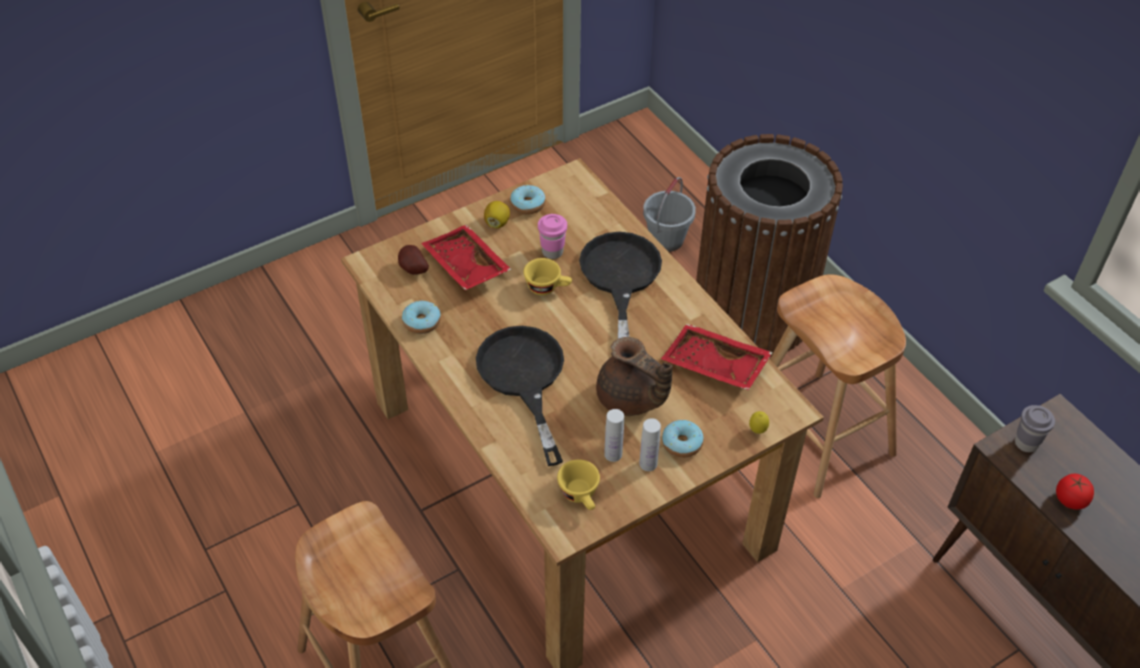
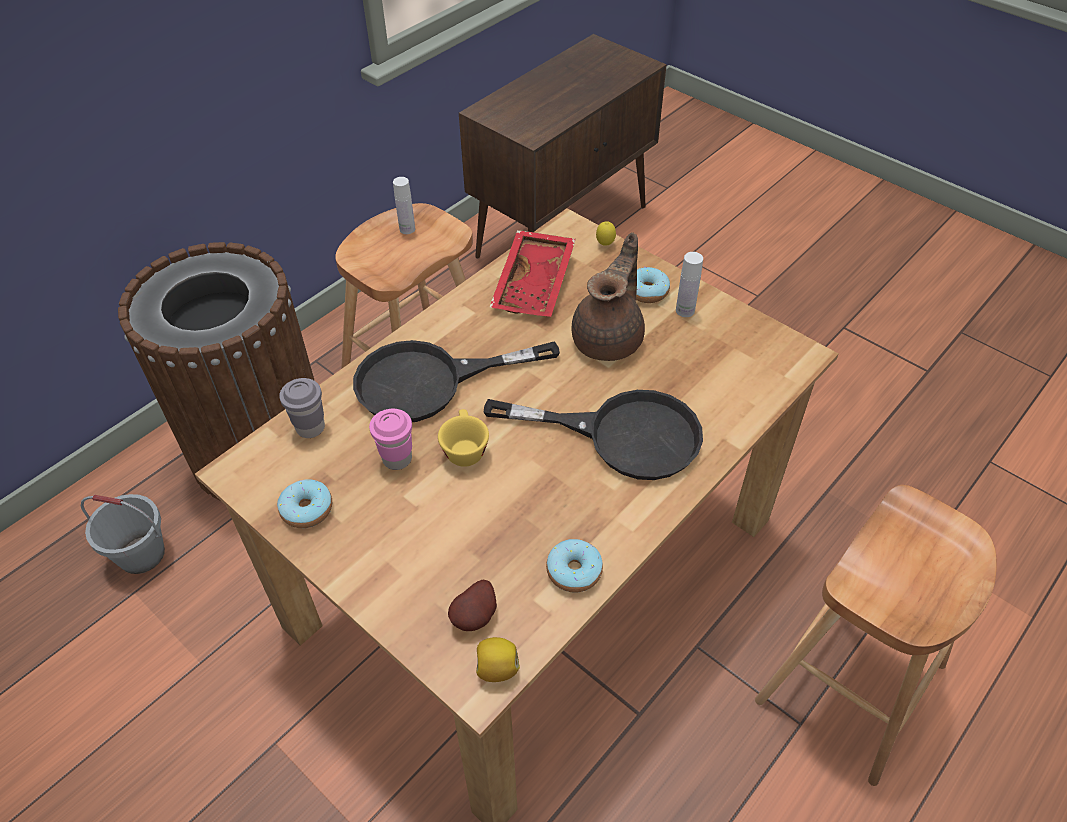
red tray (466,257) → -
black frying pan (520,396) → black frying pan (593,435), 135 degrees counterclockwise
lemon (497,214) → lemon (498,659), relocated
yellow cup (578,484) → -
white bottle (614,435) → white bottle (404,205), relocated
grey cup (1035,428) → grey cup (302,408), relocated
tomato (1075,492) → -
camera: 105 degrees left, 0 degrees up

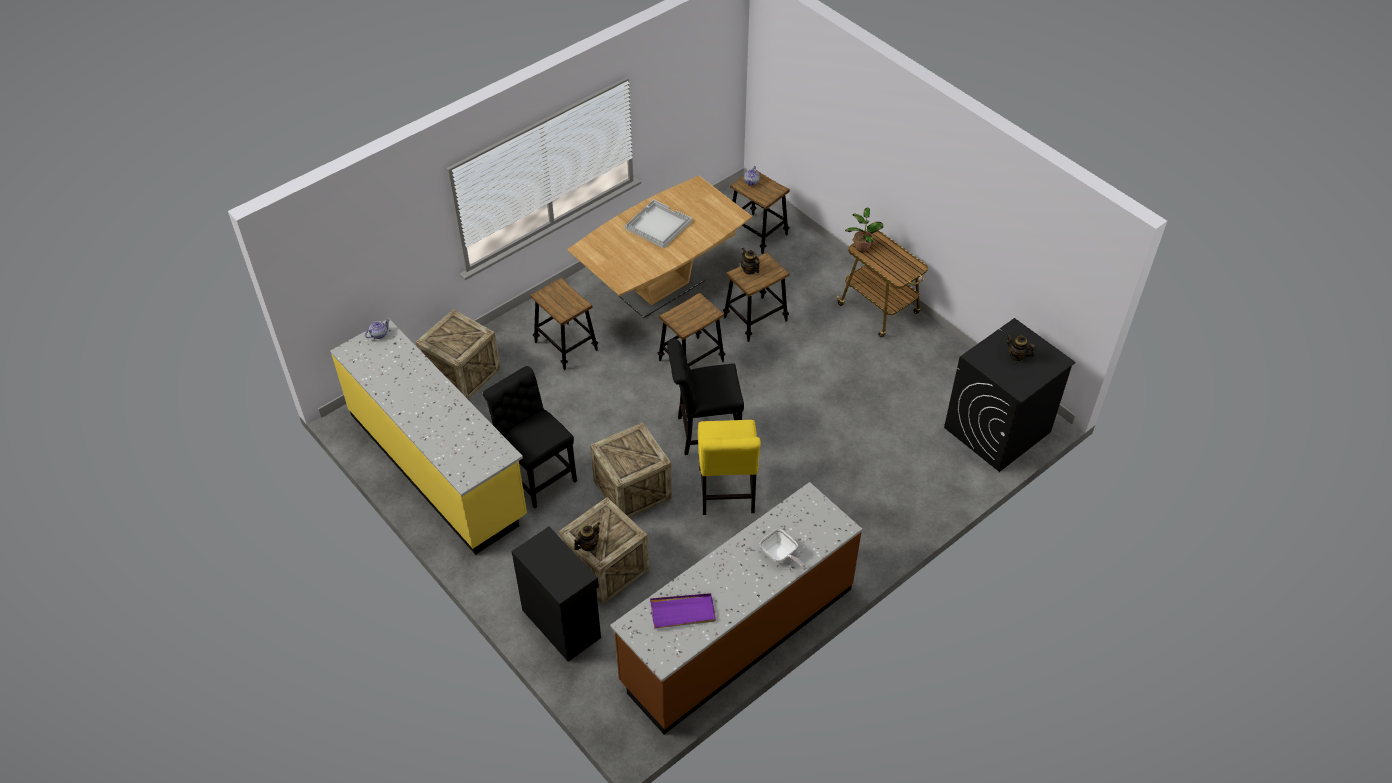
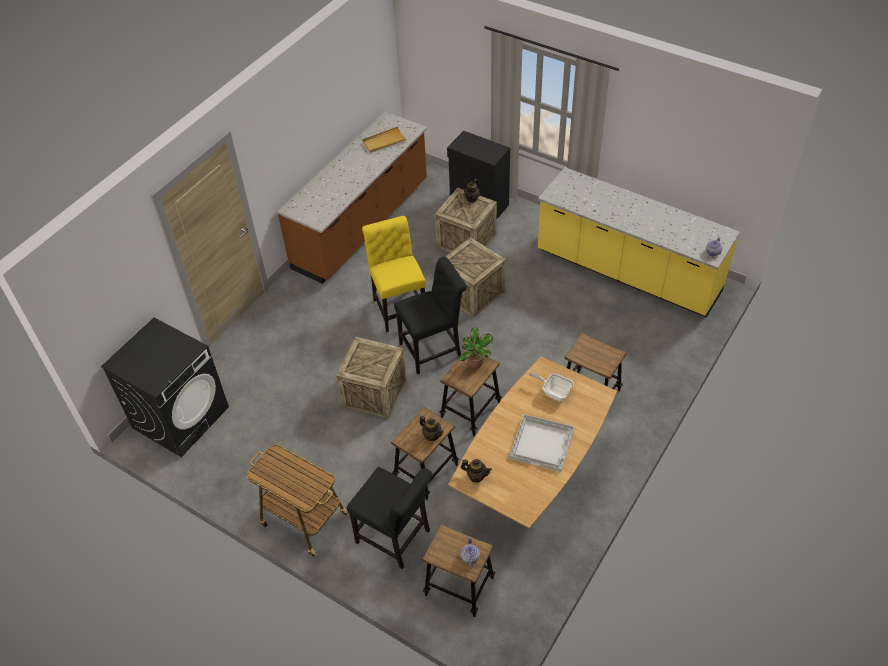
crate (458,354) → crate (371,378), relocated
black chair (530,437) → black chair (390,518), relocated
purple tray (683,611) → beige tray (384,140)
frying pan (783,549) → frying pan (551,387), relocated
potted plant (864,229) → potted plant (476,348), relocated
teapot (1020,348) → teapot (476,471), relocated
camera: 165 degrees right, 0 degrees up

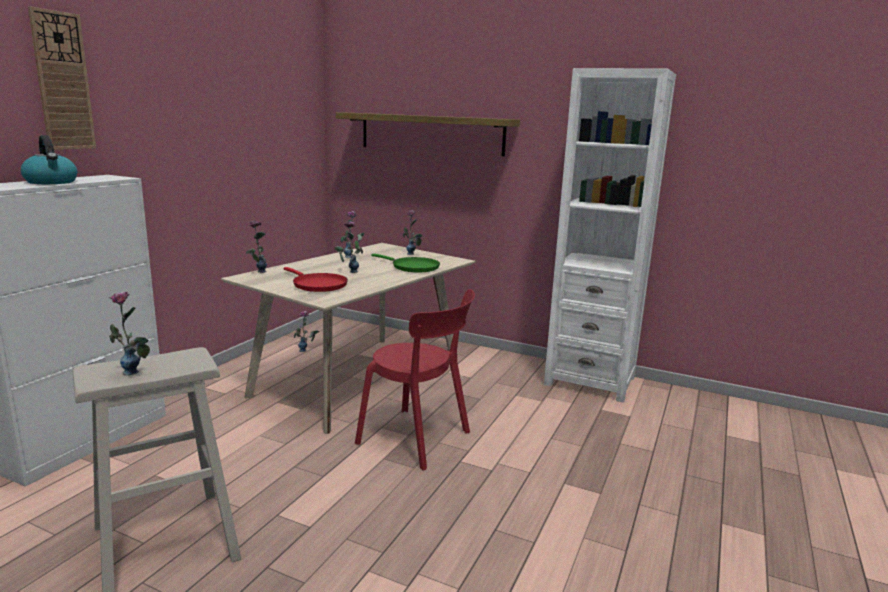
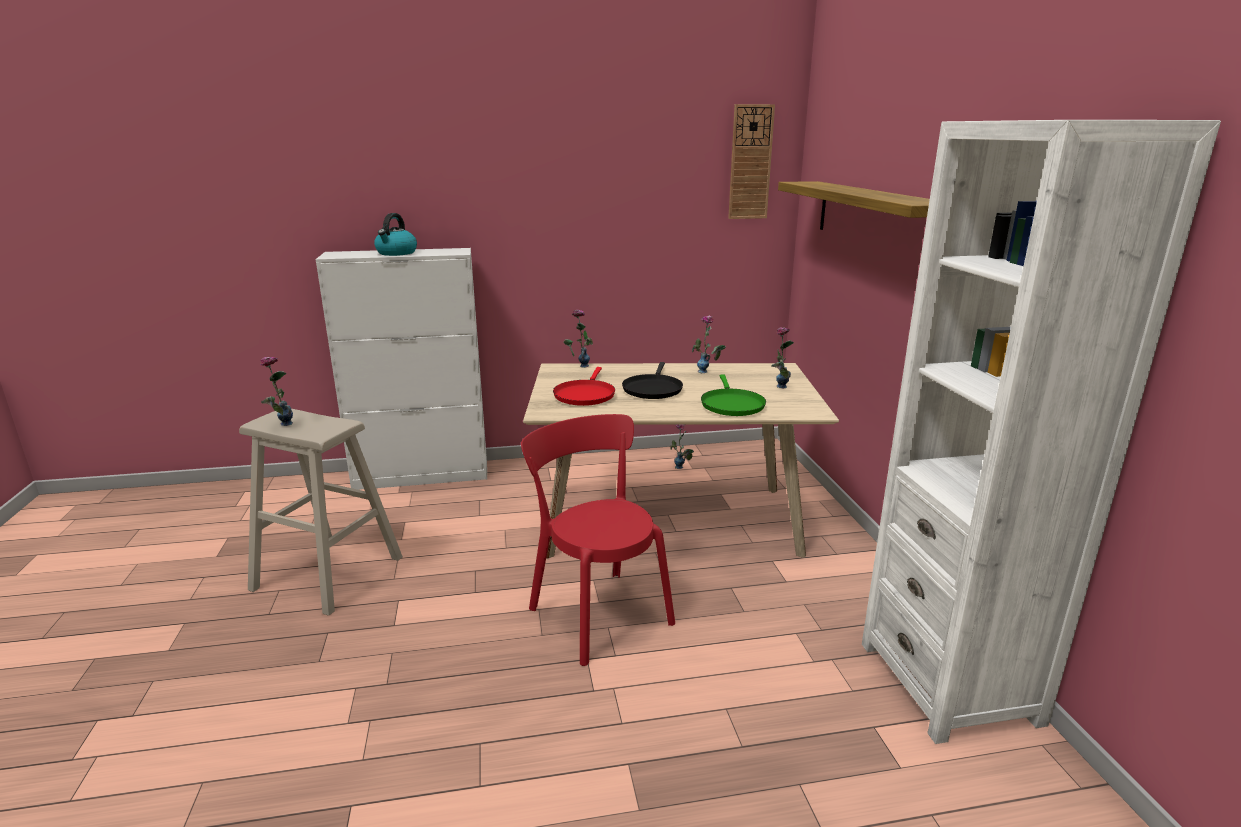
wall clock (62,78) → wall clock (751,161), relocated
vase (348,247) → black frying pan (652,380)
red chair (415,380) → red chair (598,540), 150 degrees clockwise
camera: 55 degrees right, 5 degrees up

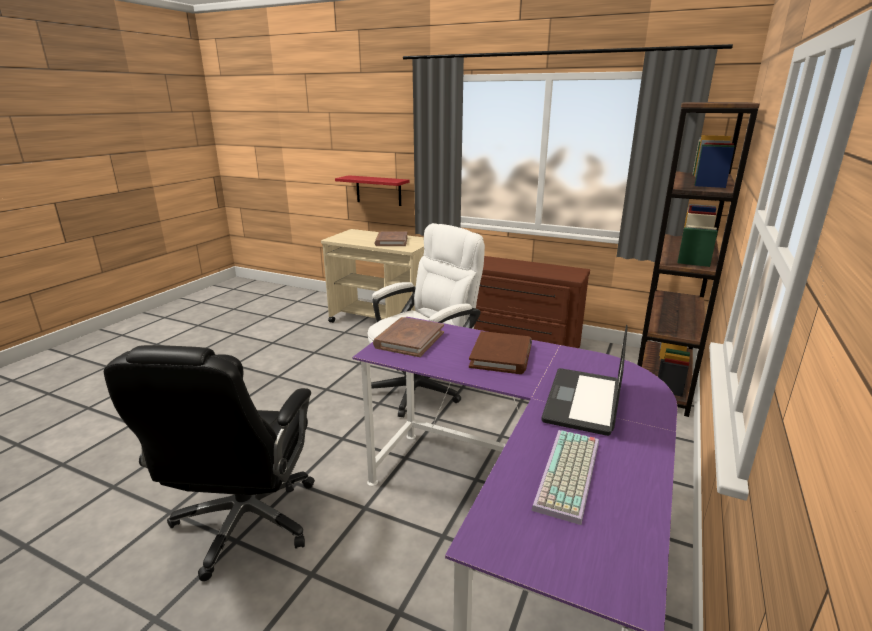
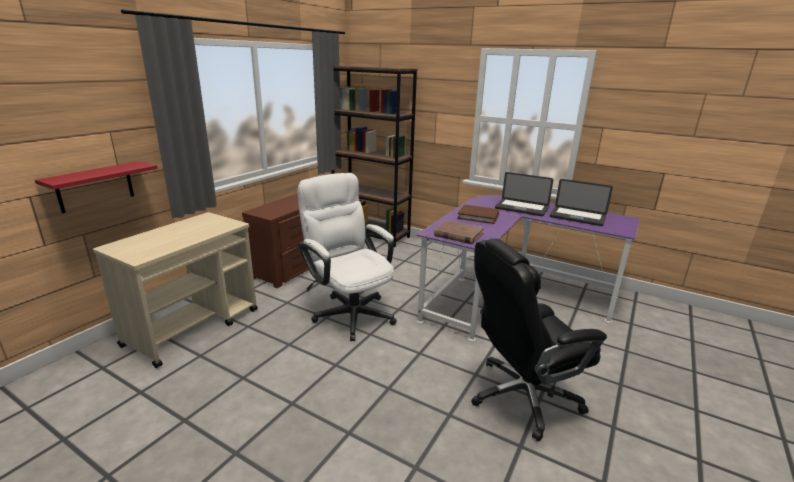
black office chair (209,463) → black office chair (539,339), 150 degrees clockwise
brown book (391,239) → -
keyboard (565,477) → laptop (581,202)
camera: 85 degrees left, 0 degrees up

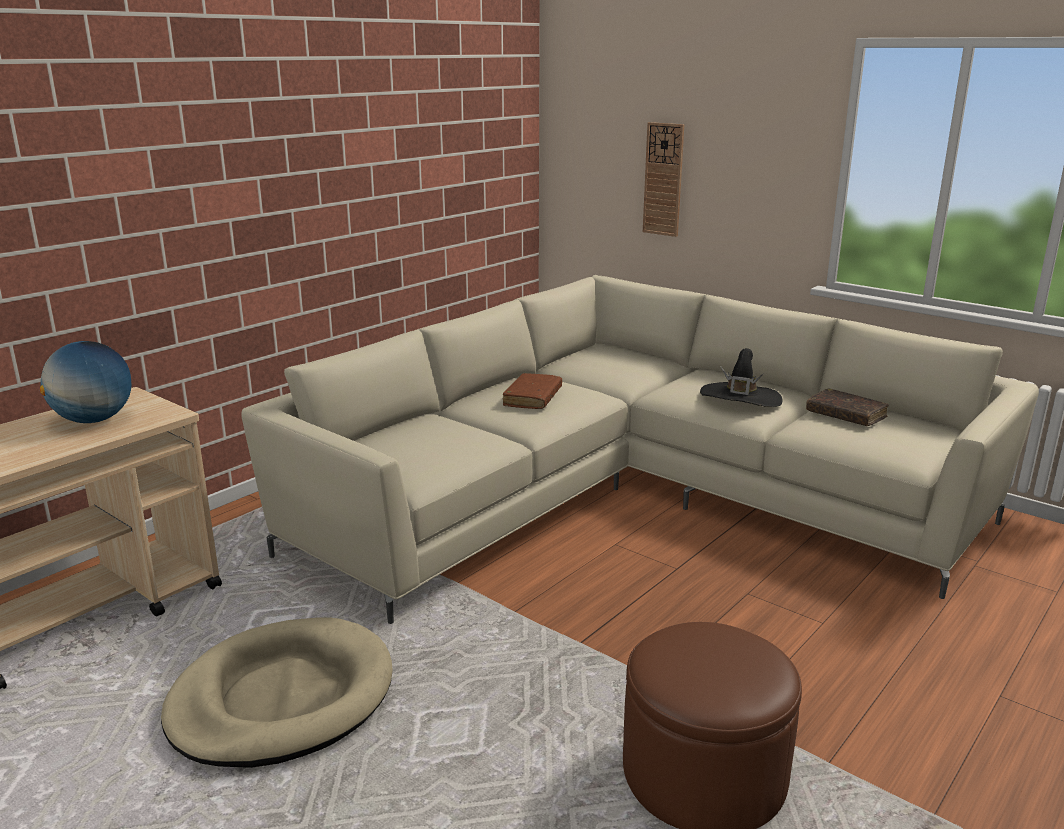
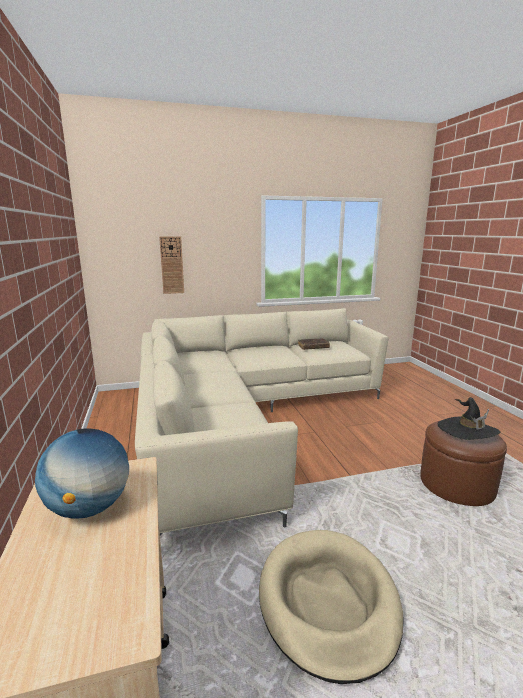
brown book (532,391) → -
black hat (741,377) → black hat (469,418), relocated
camera: 55 degrees left, 5 degrees down

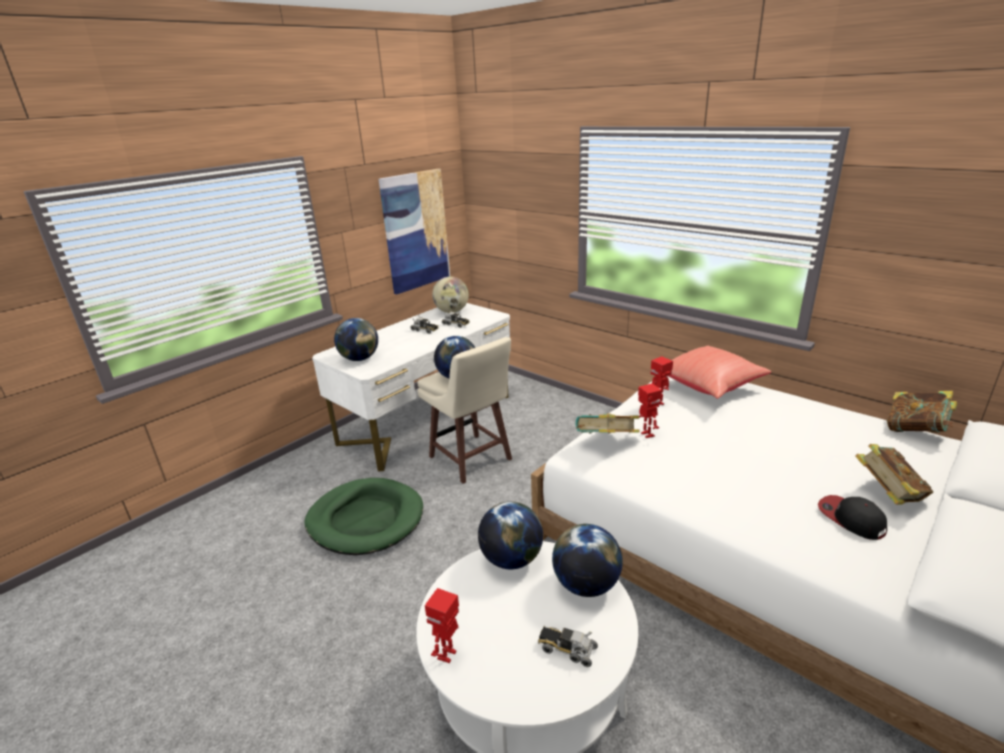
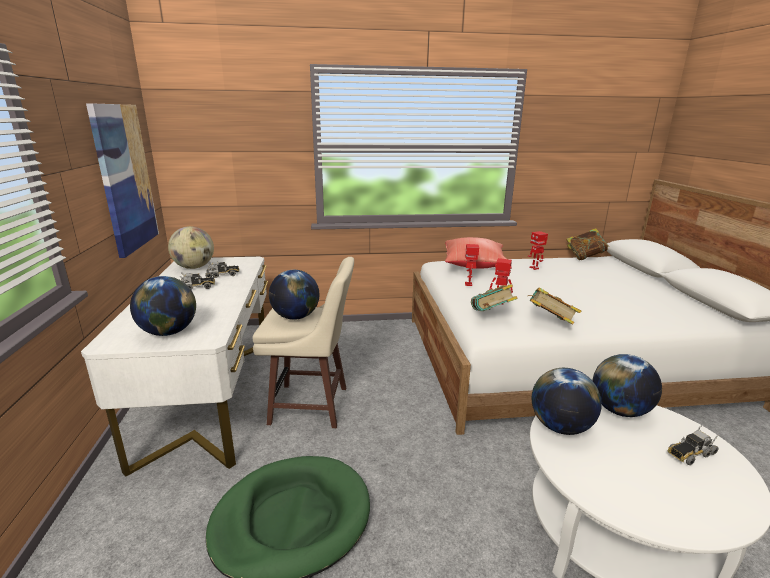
toy robot (442,625) → toy robot (538,250), relocated
cap (852,517) → -
book (894,474) → book (554,306), relocated
camera: 50 degrees left, 5 degrees down

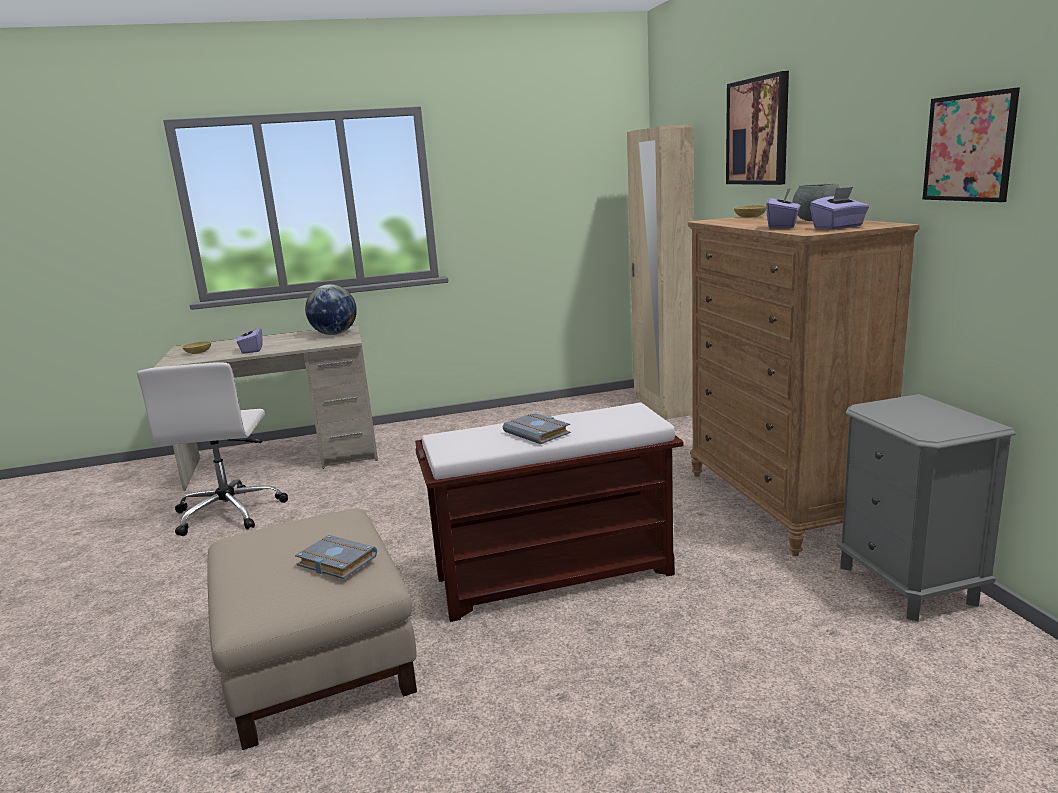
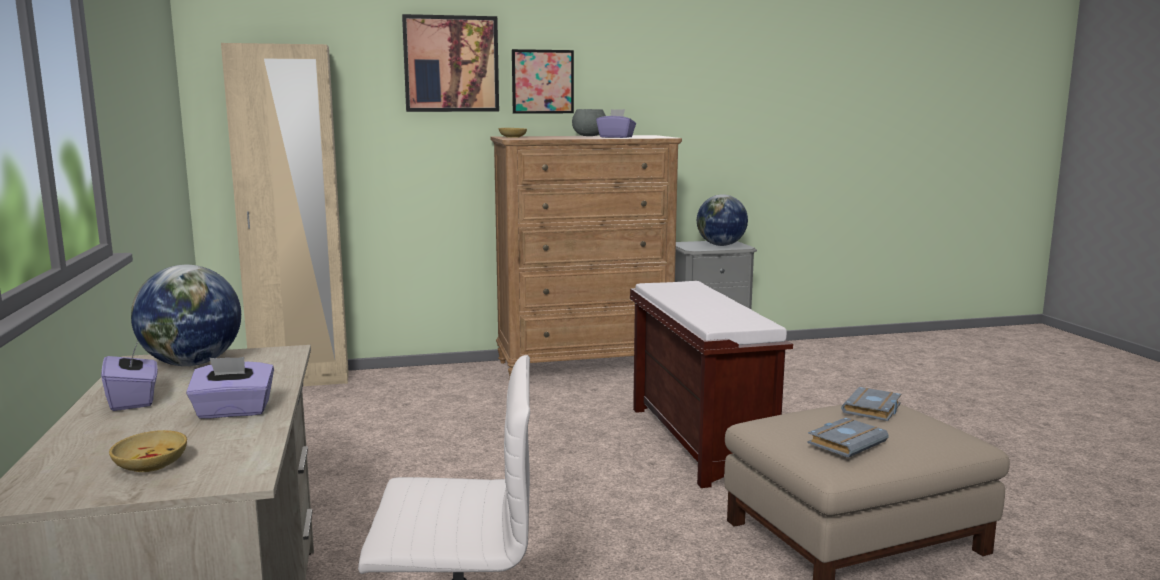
grey book (537,428) → grey book (848,437), relocated
purple tissue box (839,208) → purple tissue box (129,376), relocated
picture (971,144) → picture (543,81), relocated
- → globe (722,220)
camera: 90 degrees left, 5 degrees down

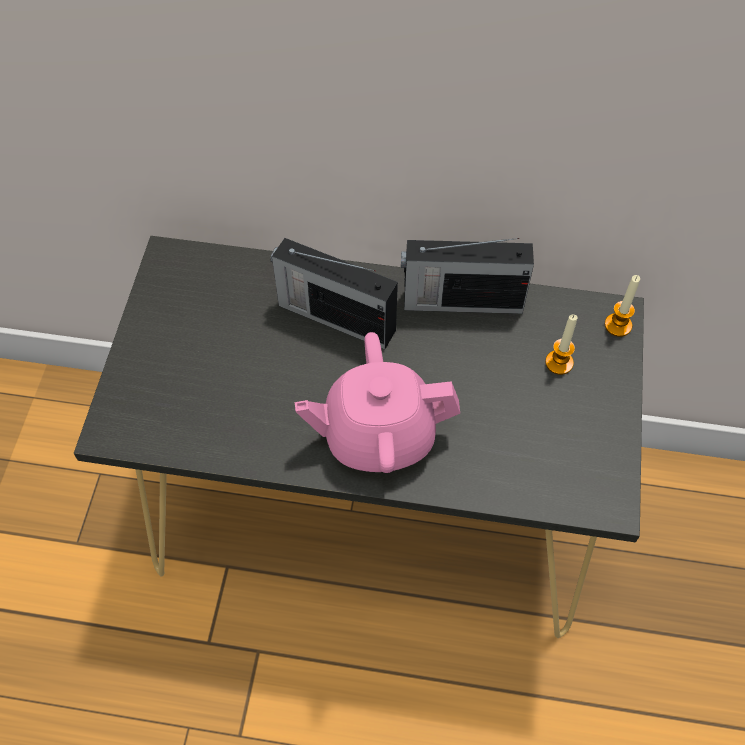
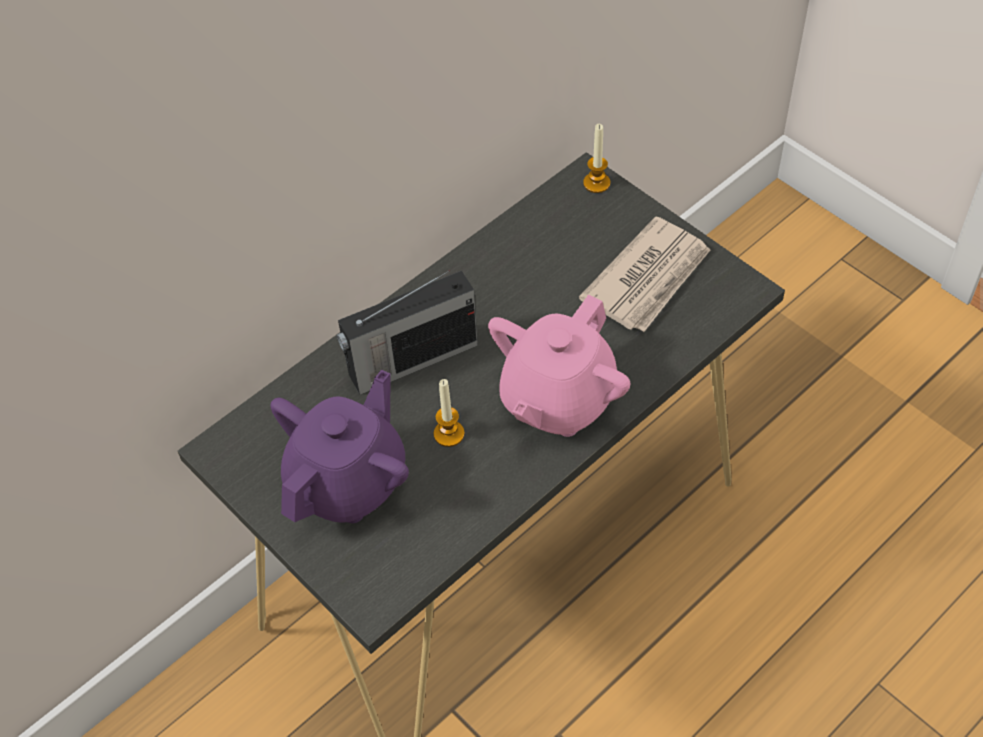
radio (467,276) → -
candle (561,345) → candle (449,413), relocated
- → purple teapot (339,446)
- → newspaper (644,274)
camera: 50 degrees left, 5 degrees down

